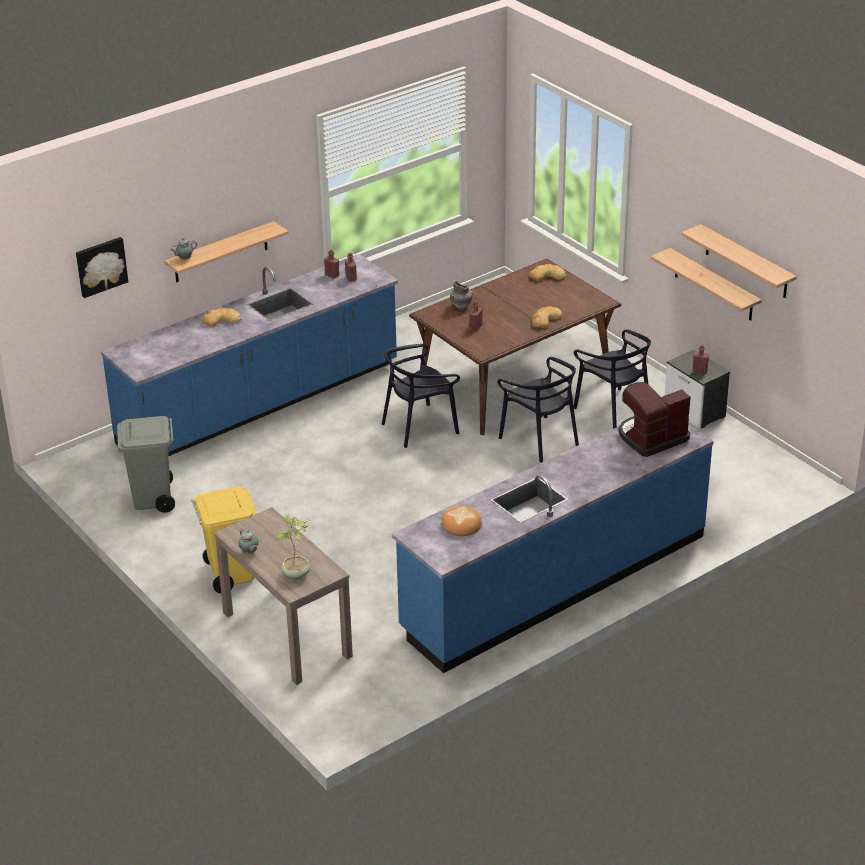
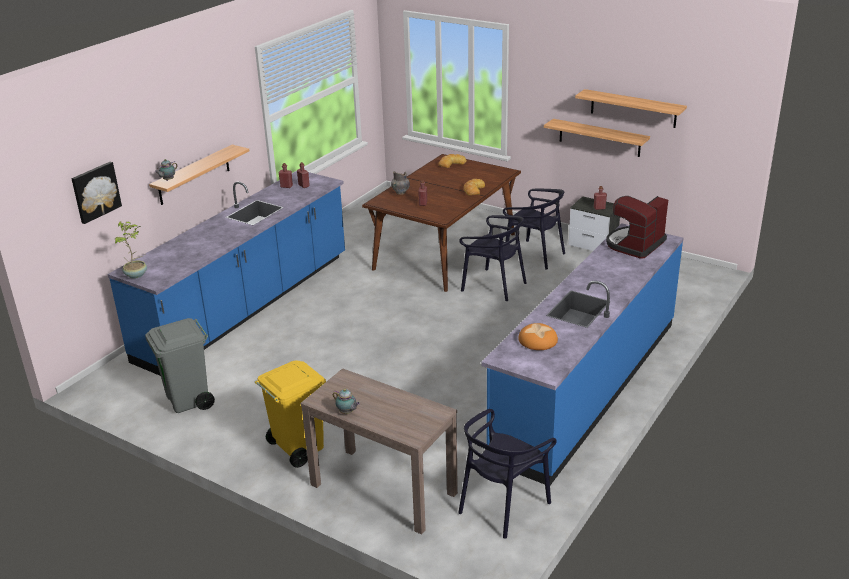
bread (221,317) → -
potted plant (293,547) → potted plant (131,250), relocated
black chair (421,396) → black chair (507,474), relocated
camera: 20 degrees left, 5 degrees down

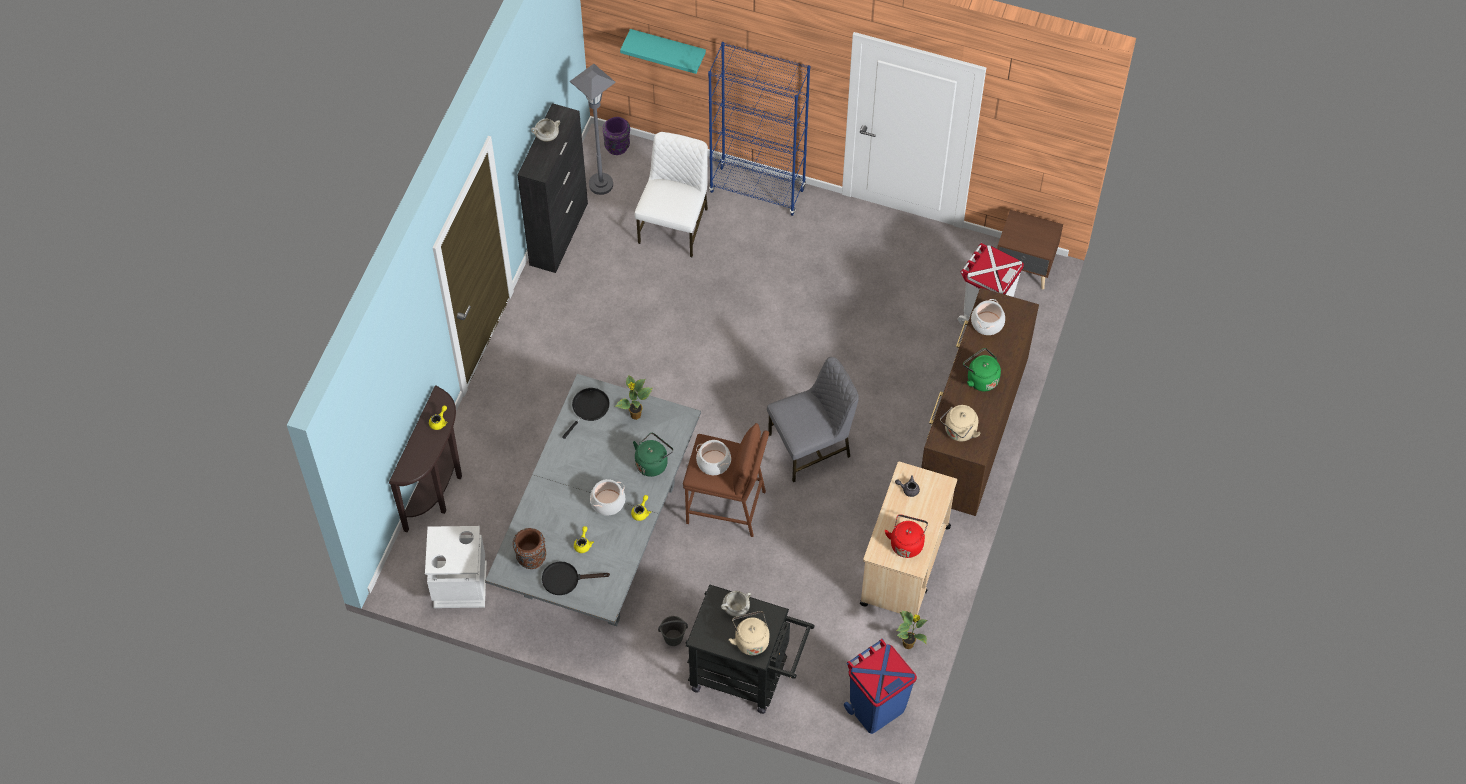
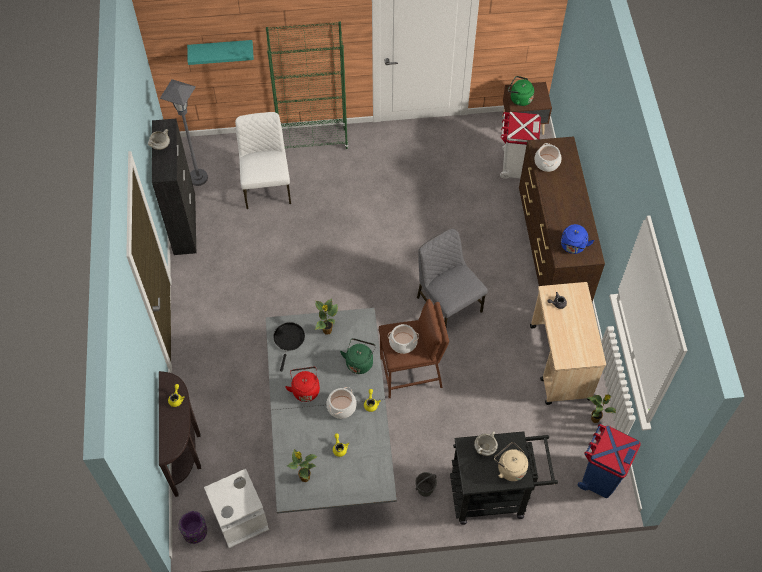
brown vase (529,548) → potted plant (302,465)
black frying pan (576,578) → -
purple vase (616,136) → purple vase (193,527), relocated
blue bookcase (759,129) → green bookcase (307,85)
grey chair (813,419) → grey chair (452,277), 75 degrees counterclockwise
red kettle (906,536) → red kettle (302,384), relocated
beige kettle (960,423) → blue kettle (577,239)
green kettle (982,369) → green kettle (521,91), relocated
camera: 25 degrees left, 0 degrees up

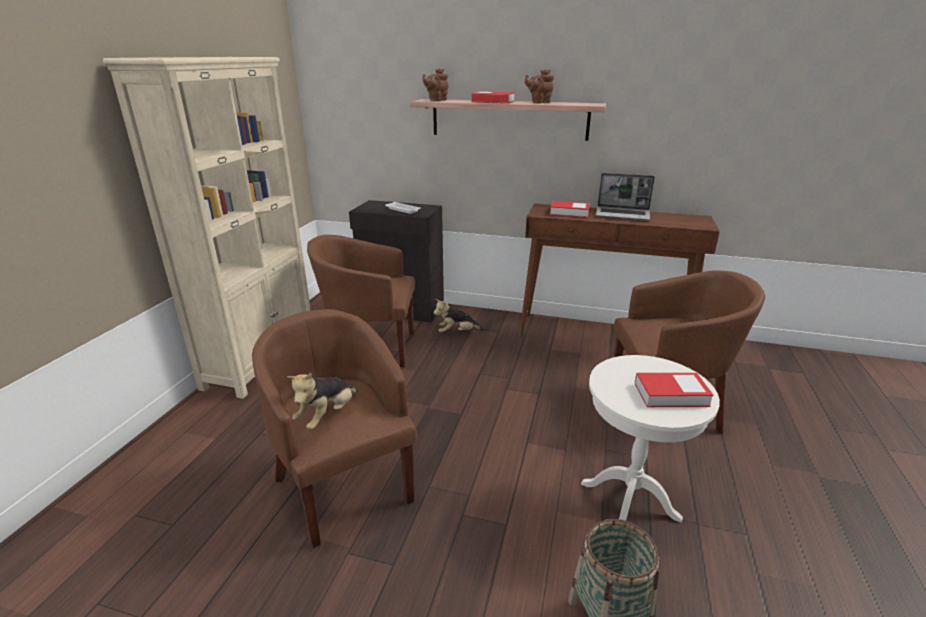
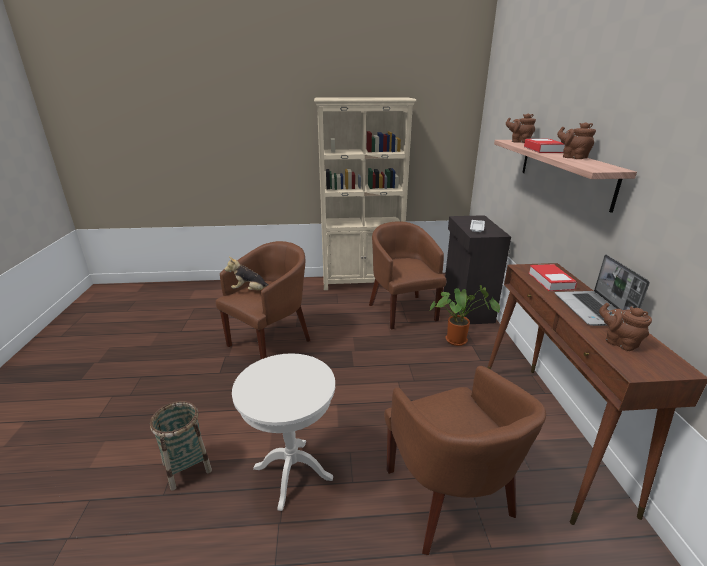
plush toy (458,315) → potted plant (465,315)
book (674,390) → -
- → brown teapot (625,327)
camera: 70 degrees right, 0 degrees up

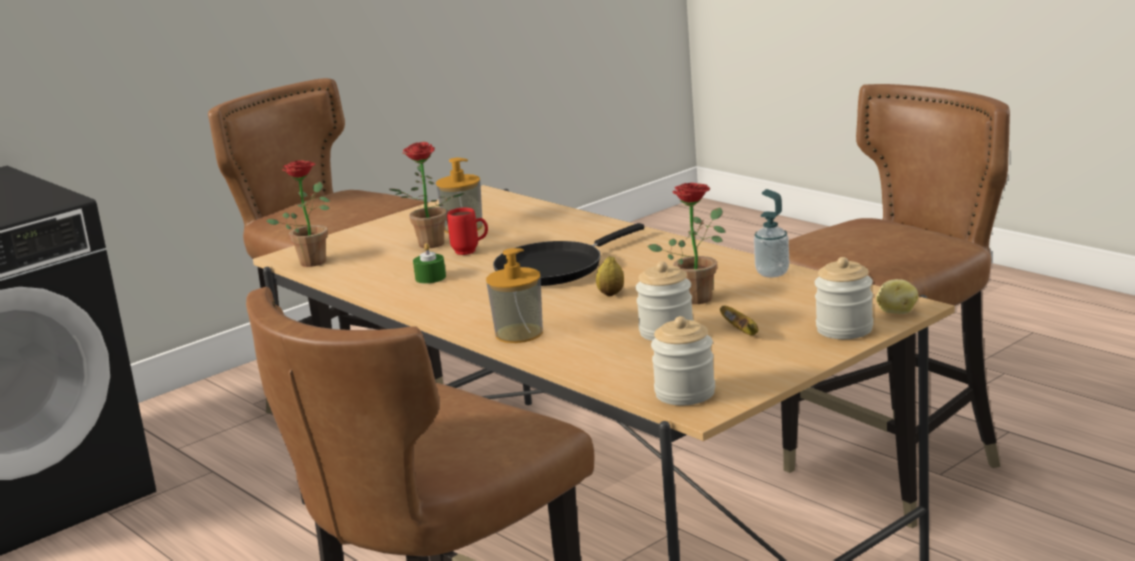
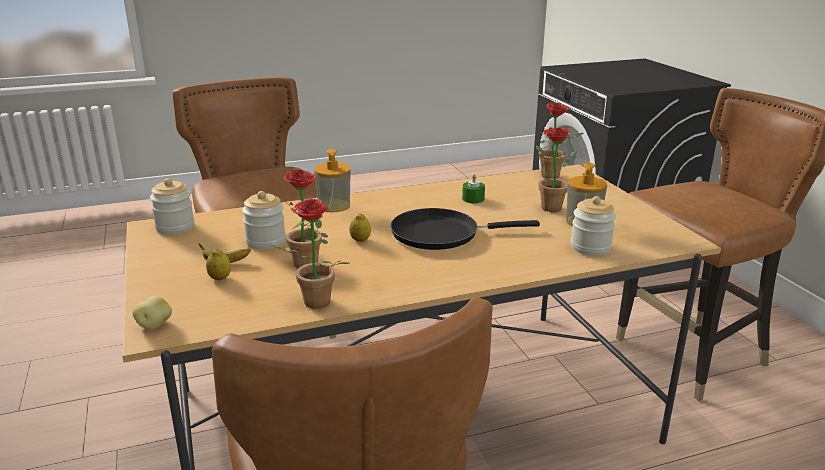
red mug (467,231) → -
black frying pan (568,254) → black frying pan (465,229), 75 degrees counterclockwise
soap dispenser (771,233) → potted plant (309,254)
jar (844,298) → jar (593,226), relocated
- → lemon (218,264)
camera: 110 degrees right, 5 degrees up

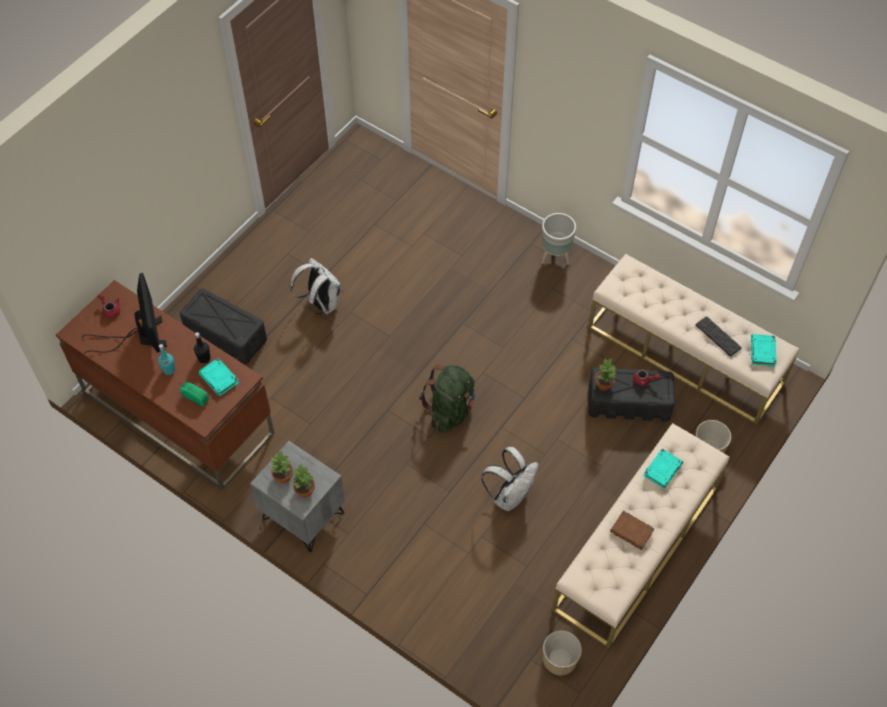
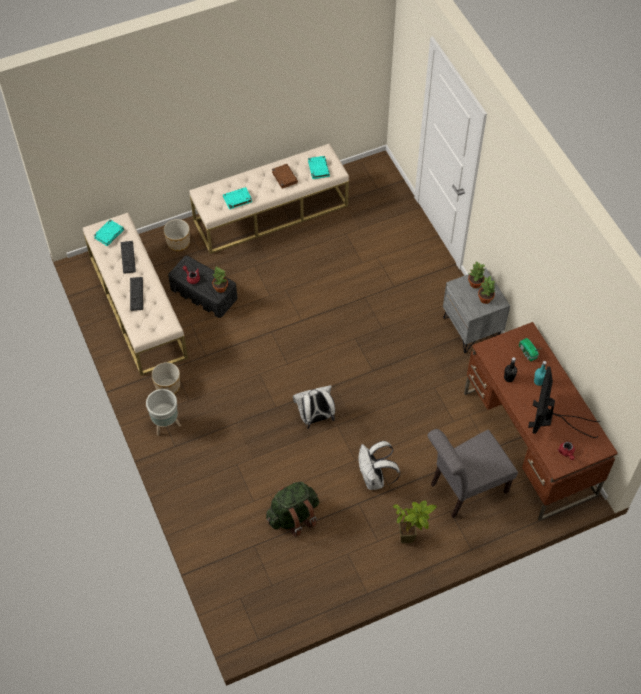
black storage box (223,326) → grey chair (472,473)
turquoise book (218,377) → turquoise book (319,167), relocated
green backpack (447,398) → green backpack (292,509), relocated
white backpack (510,479) → white backpack (314,407), relocated
planter (562,653) → planter (165,378), relocated
- → keyboard (136,294)
- → potted plant (415,521)
camera: 150 degrees left, 0 degrees up

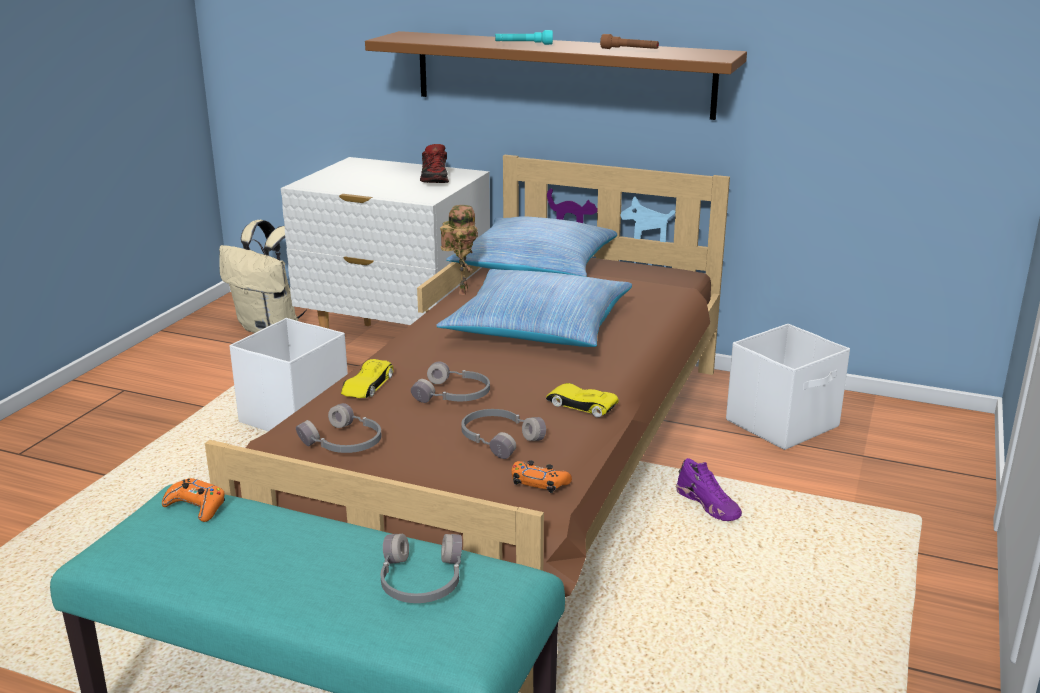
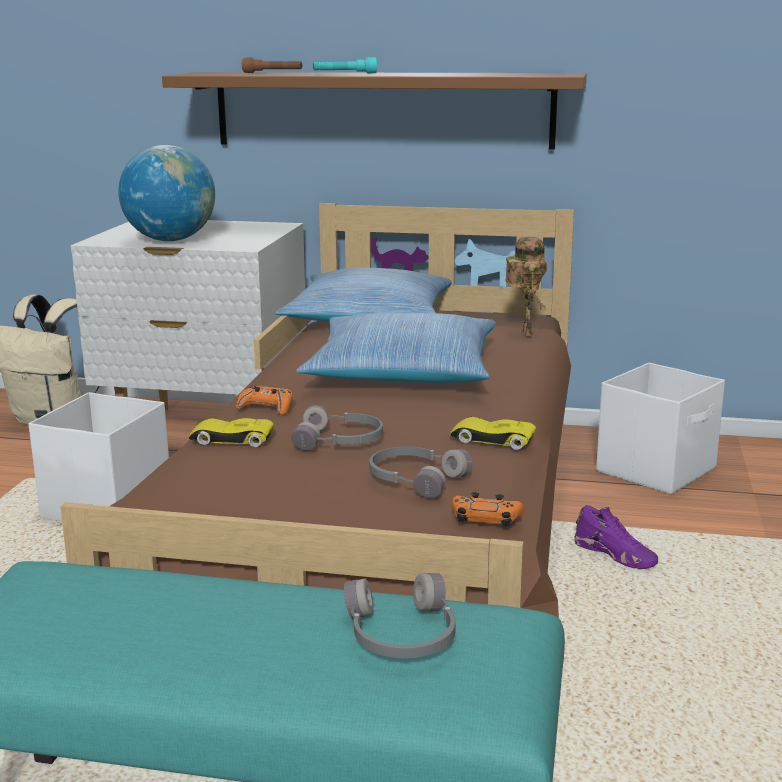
orange game controller (193,500) → orange game controller (264,400), relocated
grey headphones (339,428) → -
yellow toy car (367,378) → yellow toy car (231,432), 90 degrees clockwise
shoe (434,163) → -
toy robot (459,250) → toy robot (526,287), relocated
brown flashlight (629,41) → brown flashlight (272,65), relocated
- → globe (166,193)
camera: 10 degrees left, 5 degrees down

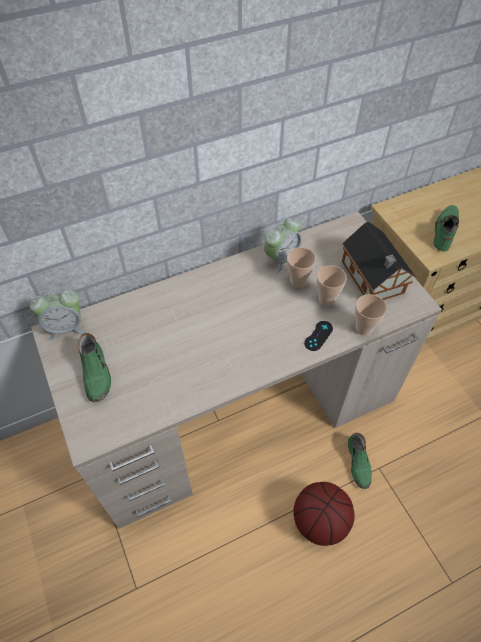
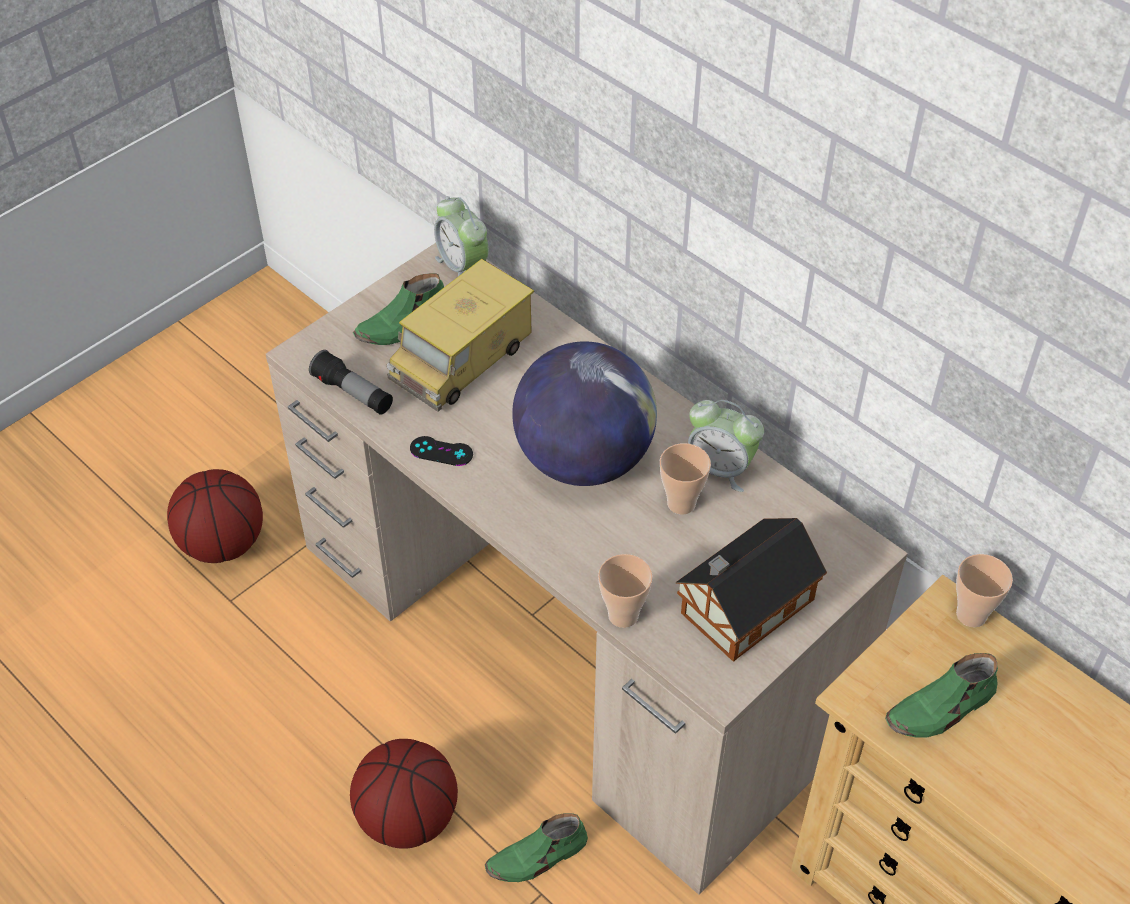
black game controller (318,336) → black game controller (441,451), relocated
cup (332,285) → cup (984,590), relocated
green shoe (446,228) → green shoe (941,695), 150 degrees clockwise
- → basketball (215,516)
- → flashlight (351,382)
- → toy truck (460,335)
- → globe (584,413)
camera: 70 degrees right, 5 degrees down

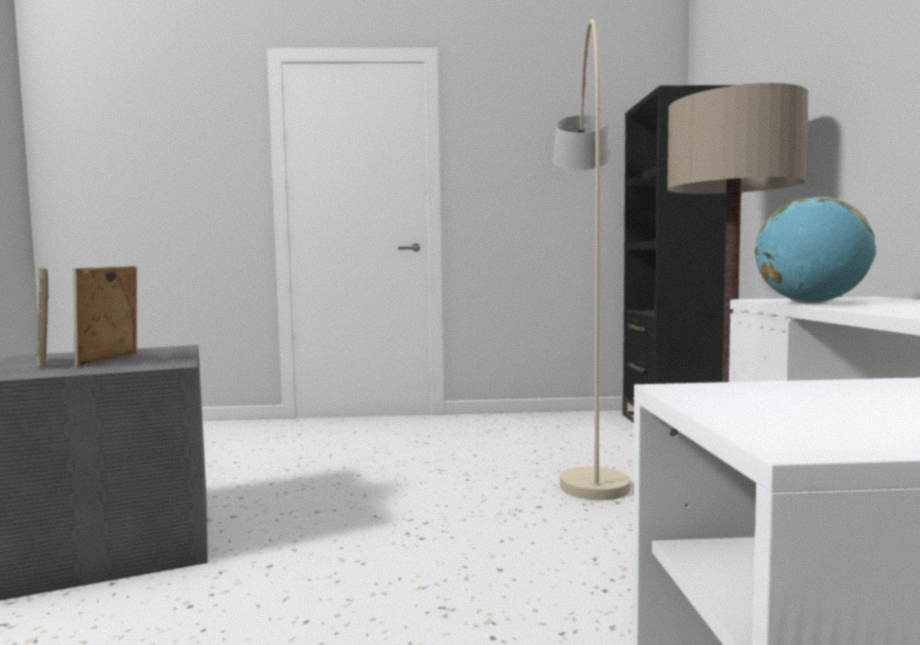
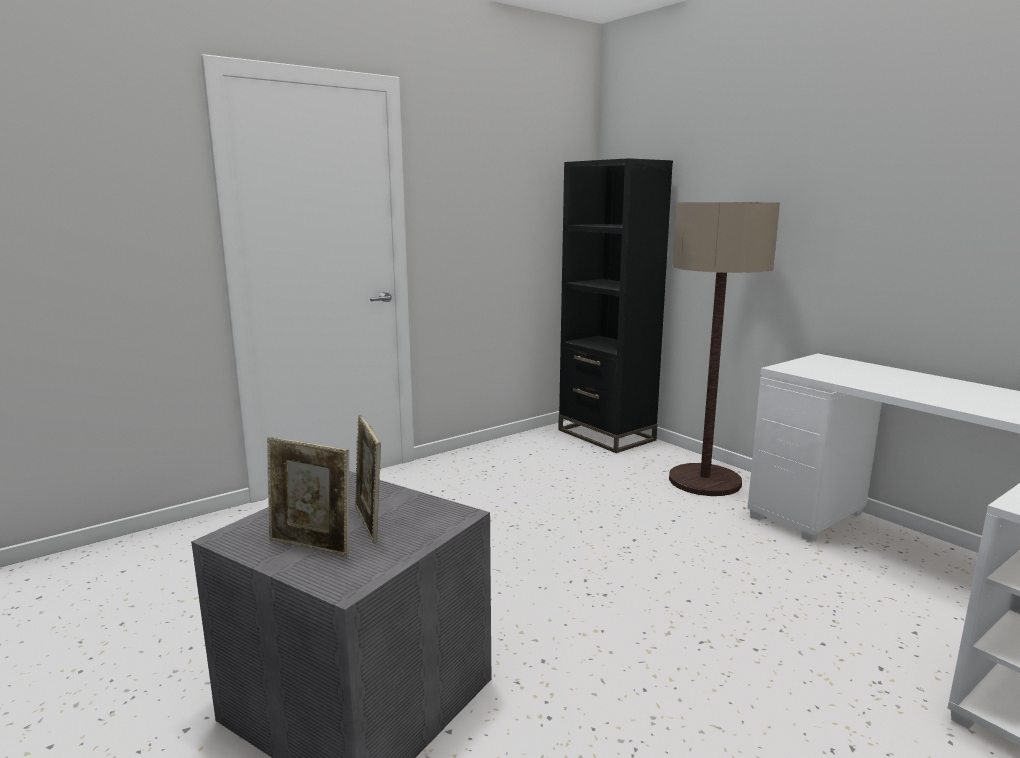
beige floor lamp (591,259) → -
globe (815,250) → -
camera: 35 degrees left, 10 degrees up

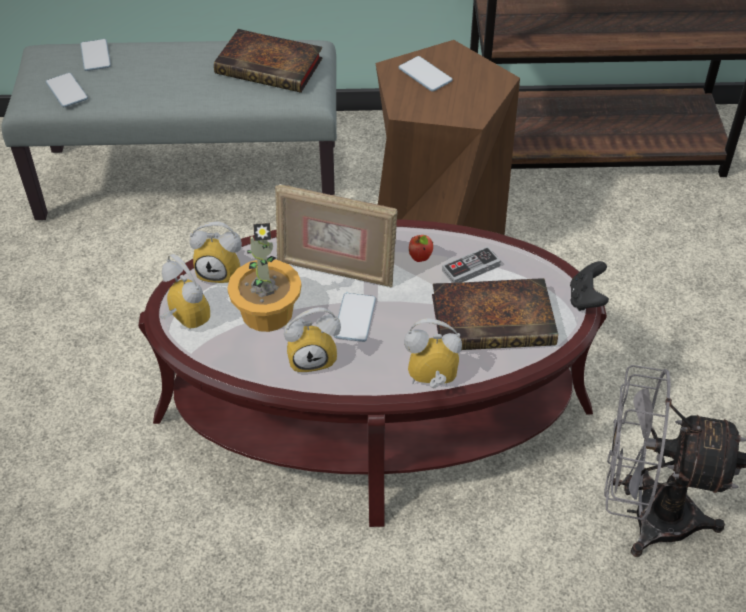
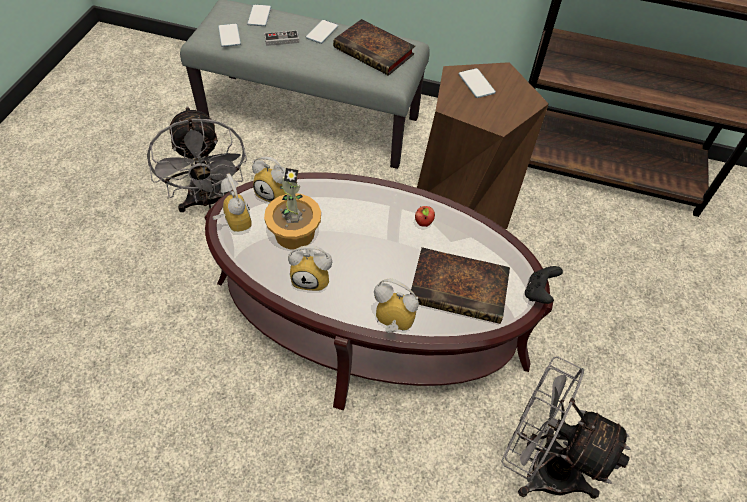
picture frame (336,235) → -
phone (355,317) → phone (322,32), relocated
game controller (471,264) → game controller (281,38), relocated
- → grey fan (197,159)
camera: 15 degrees right, 5 degrees up

